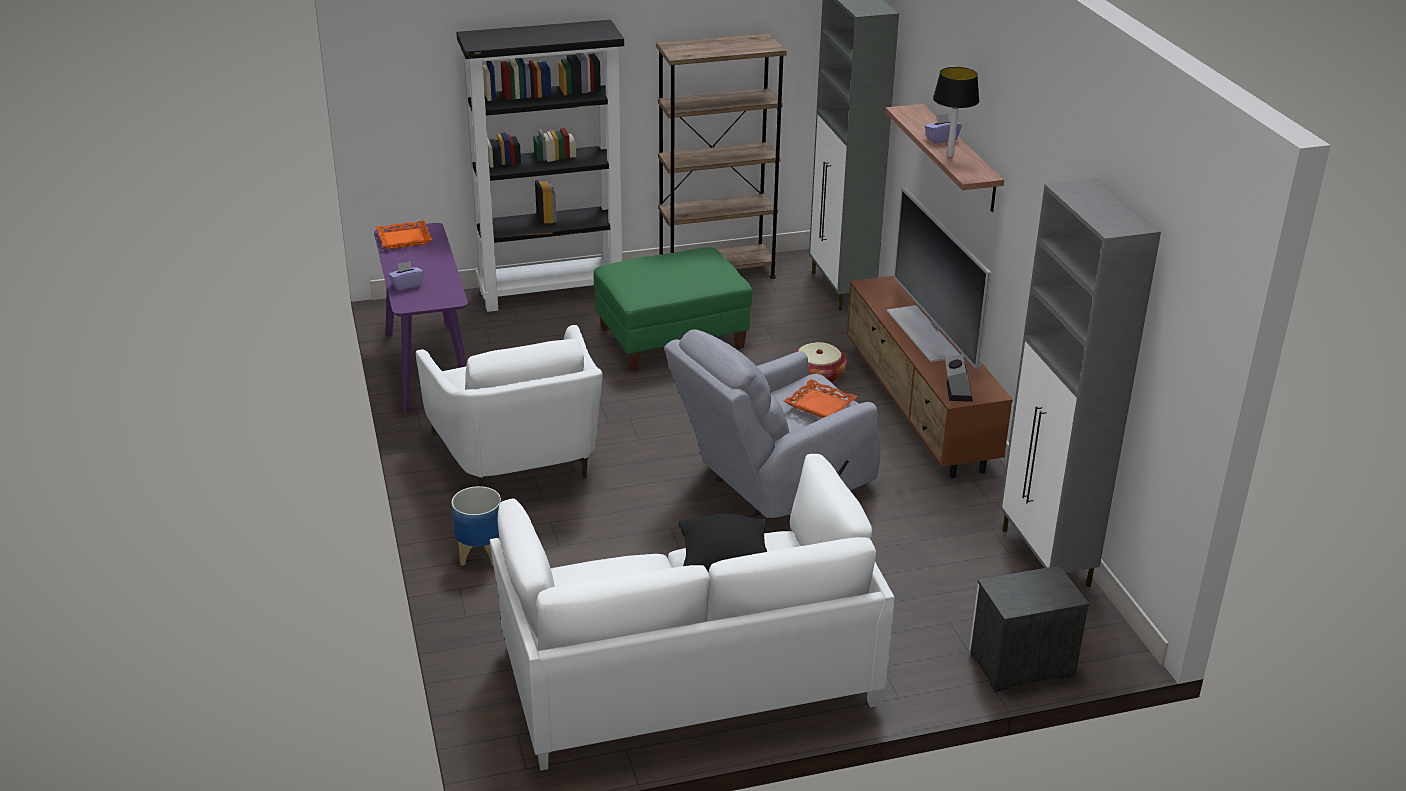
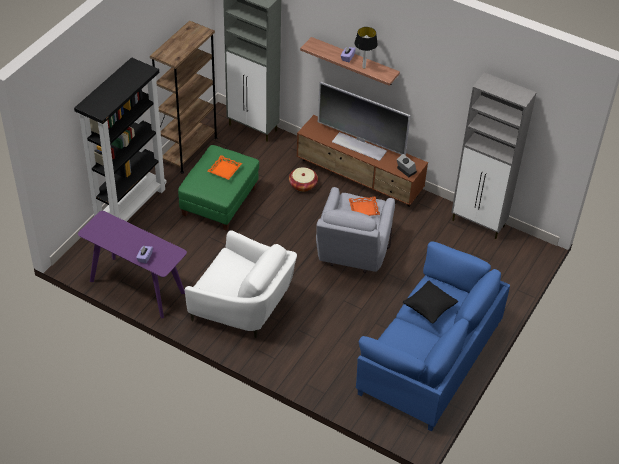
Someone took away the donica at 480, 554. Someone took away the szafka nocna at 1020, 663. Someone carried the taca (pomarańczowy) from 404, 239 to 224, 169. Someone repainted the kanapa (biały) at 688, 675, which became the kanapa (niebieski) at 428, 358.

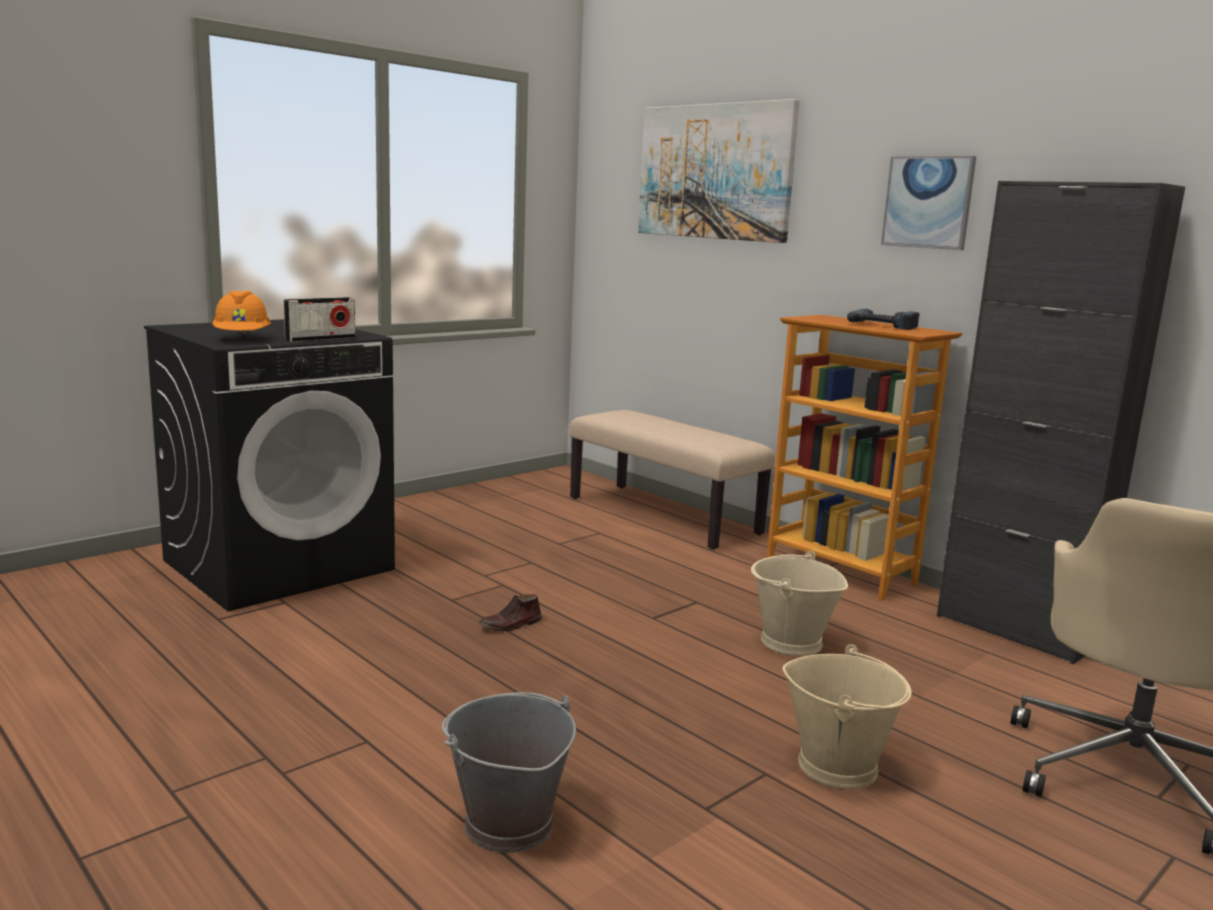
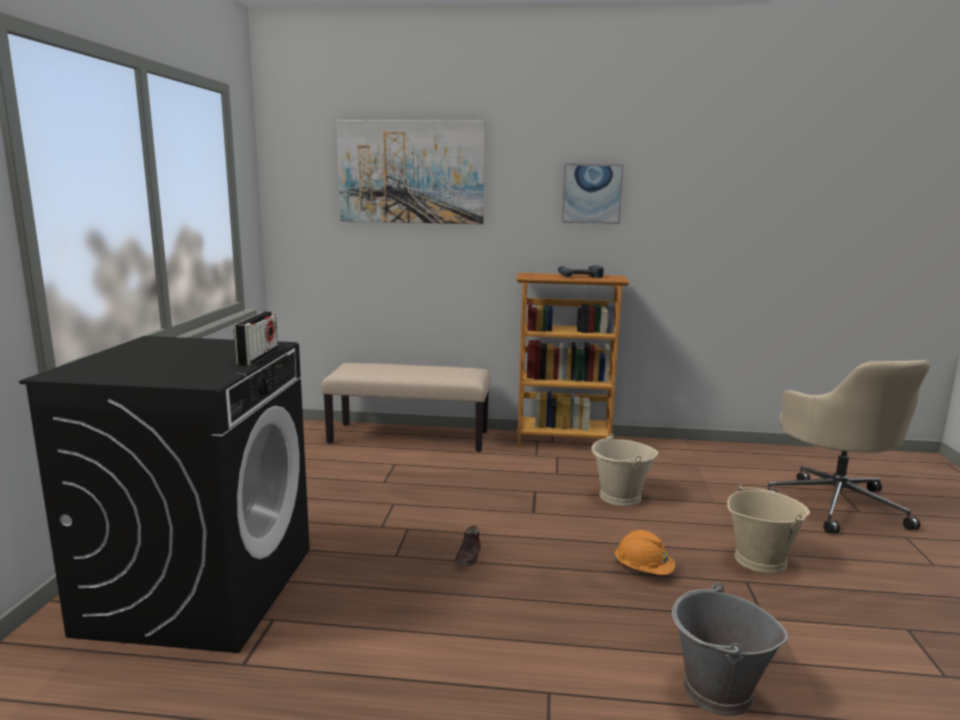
Someone took away the szafka (czarny) at 1015, 630. Someone carried the kask (pomarańczowy) from 242, 339 to 643, 570.

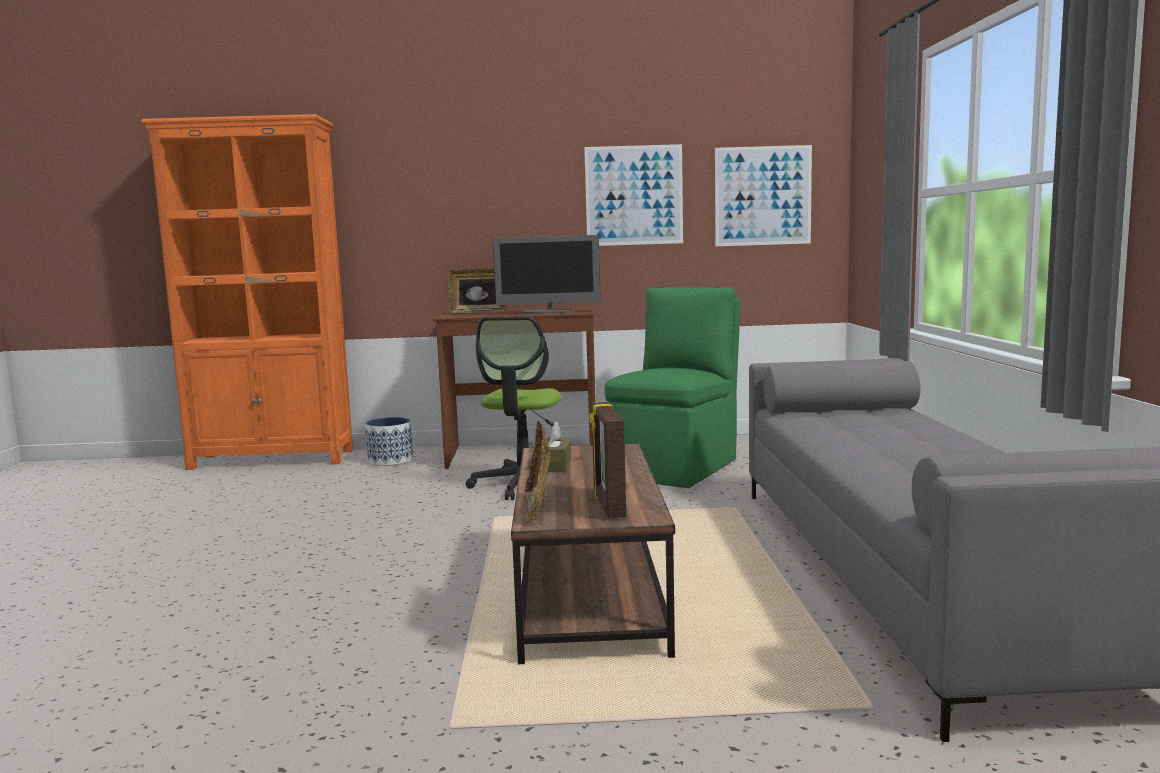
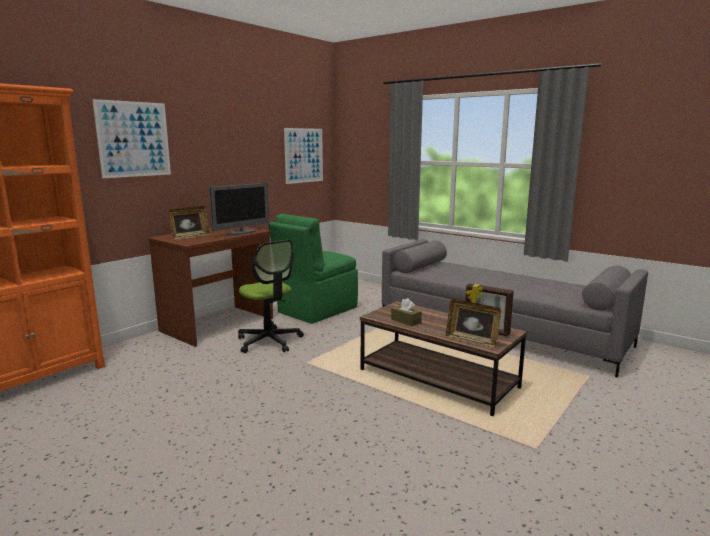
Someone took away the donica at 391, 461. Someone carried the obraz from 634, 195 to 134, 139. Someone rotated the krzesło (zielony) at 675, 468 by 120 degrees counterclockwise.

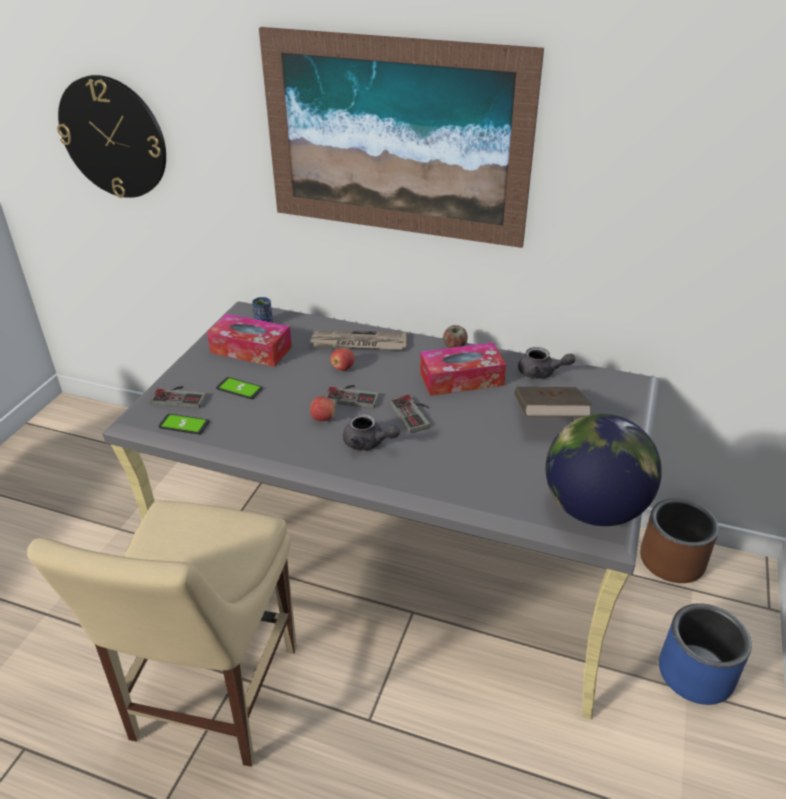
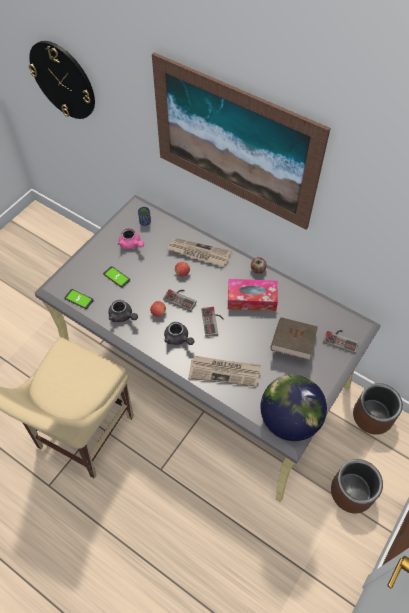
Someone put down the gazeta at 224, 372. Someone carried the pad do gier from 181, 396 to 341, 339. Someone carried the imbryk (szary) from 541, 373 to 123, 316. Someone swapped the pudełko chusteczek at 251, 350 for the imbryk (różowy) at 131, 244. Someone repainted the donica (niebieski) at 695, 674, which became the donica (brązowy) at 351, 492.

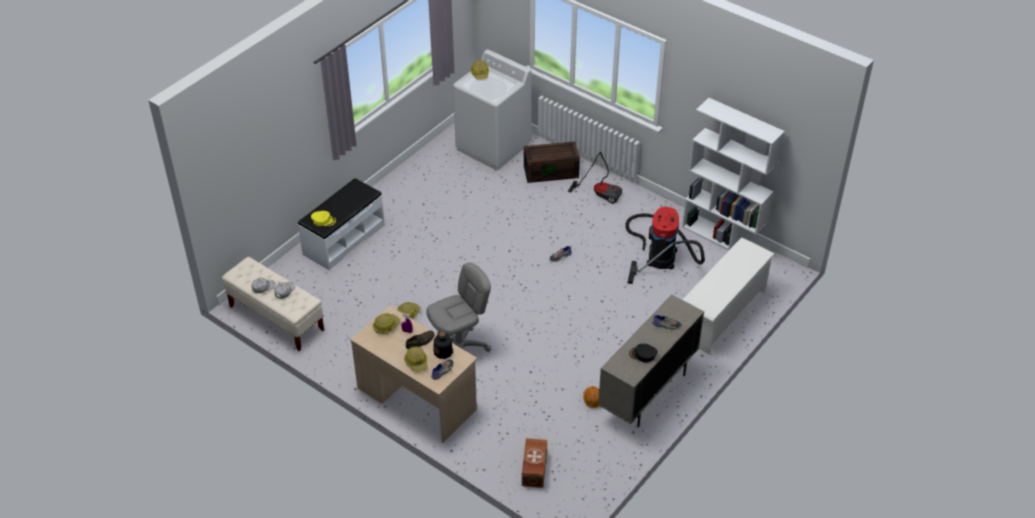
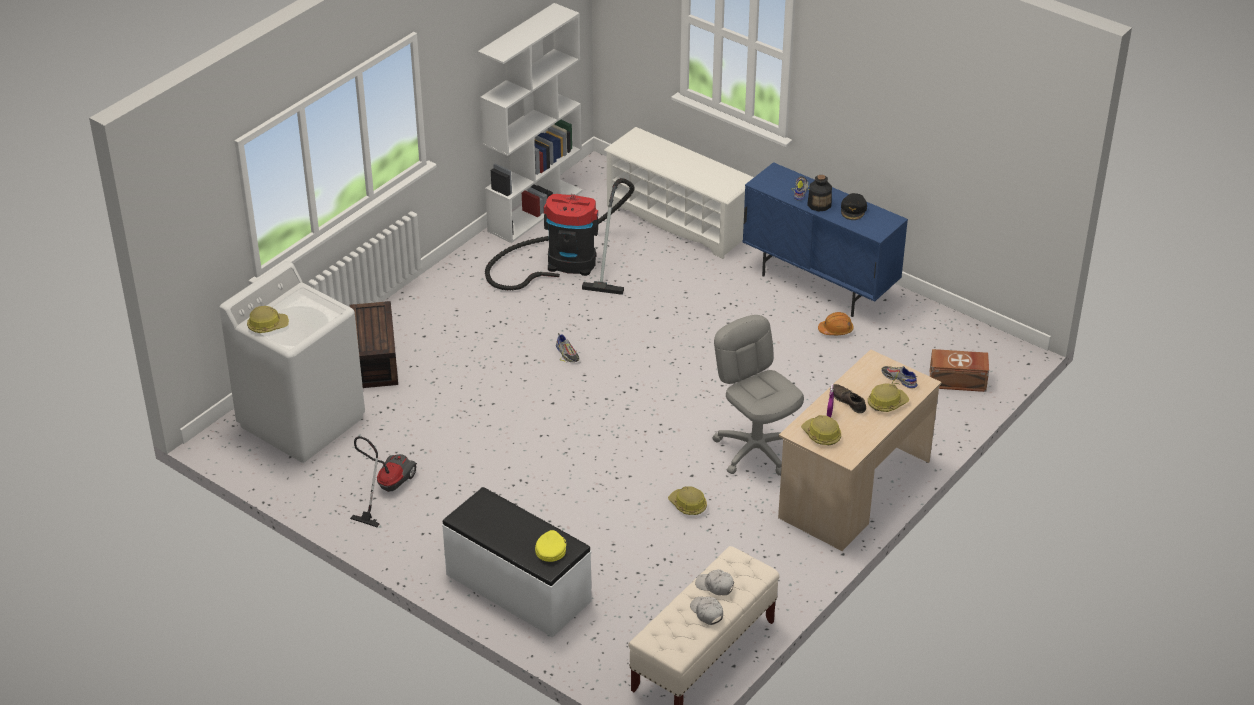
Someone carried the butelka from 443, 352 to 819, 204. Someone carried the odkurzacz from 600, 193 to 386, 489. Someone repainted the szafka (beżowy) at 647, 393, which became the szafka (niebieski) at 819, 285.

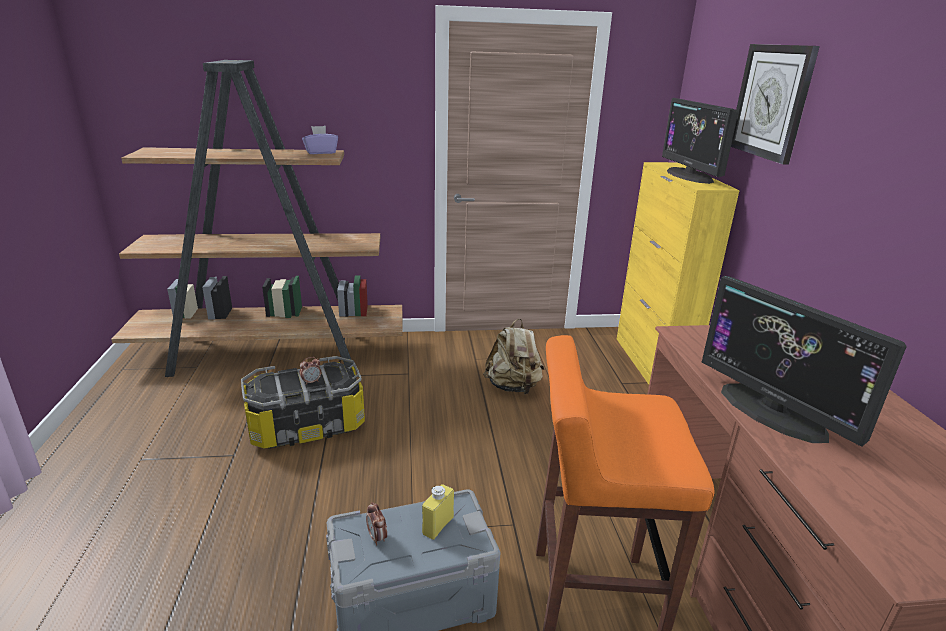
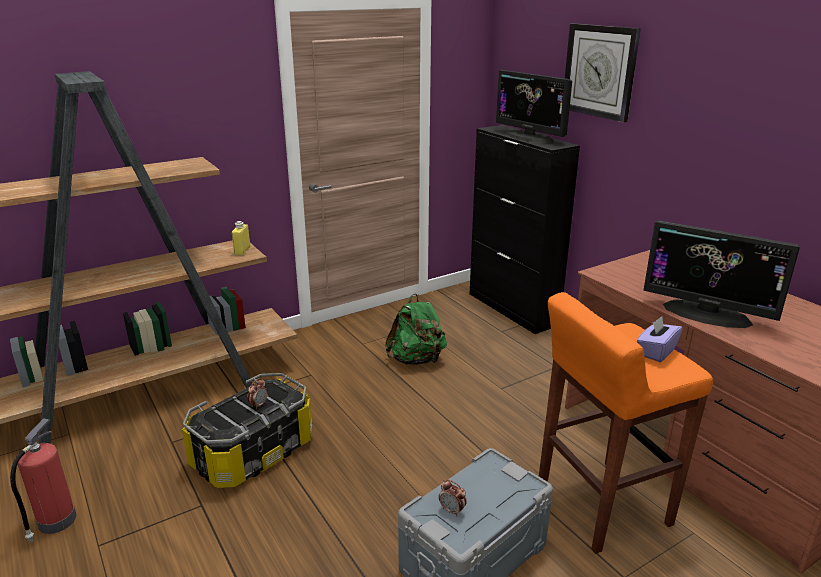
Someone put down the gaśnica at 55, 522. Someone carried the pudełko chusteczek (fioletowy) from 321, 152 to 656, 352. Someone carried the butelka (żółty) from 438, 526 to 242, 251. Someone repainted the plecak (beżowy) at 513, 387, which became the plecak (zielony) at 416, 360. Someone repainted the szafka (żółty) at 651, 365, which became the szafka (czarny) at 512, 309.

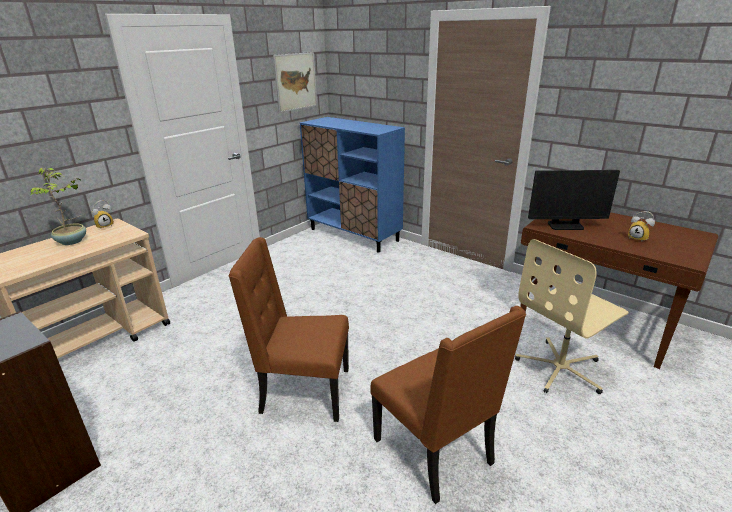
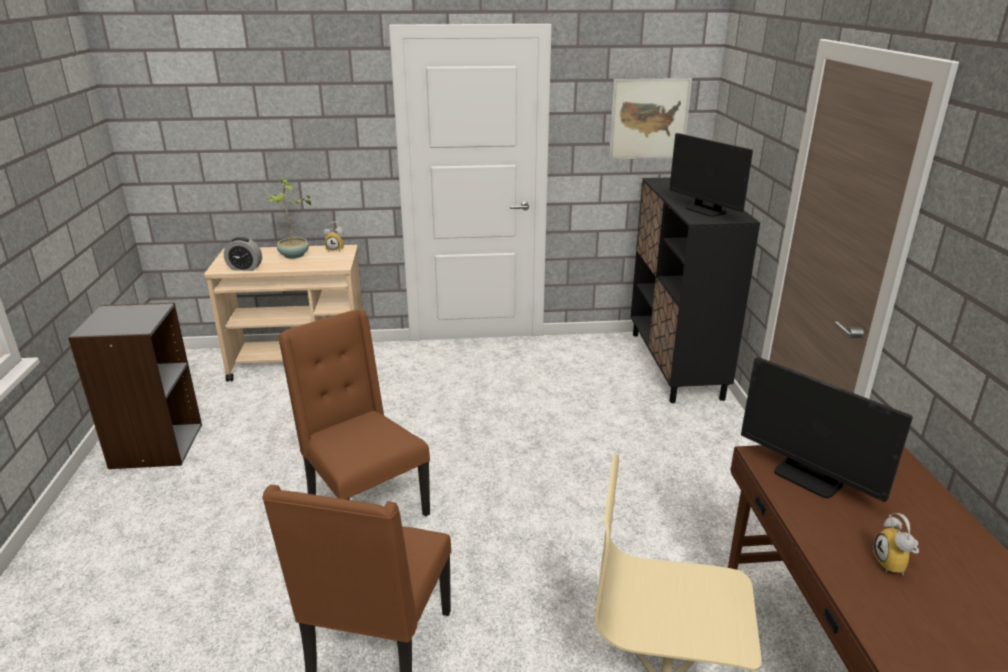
Someone put down the budzik at 245, 268. Someone put down the monitor at 705, 210. Someone repainted the szafka (niebieski) at 354, 235, which became the szafka (czarny) at 675, 365.

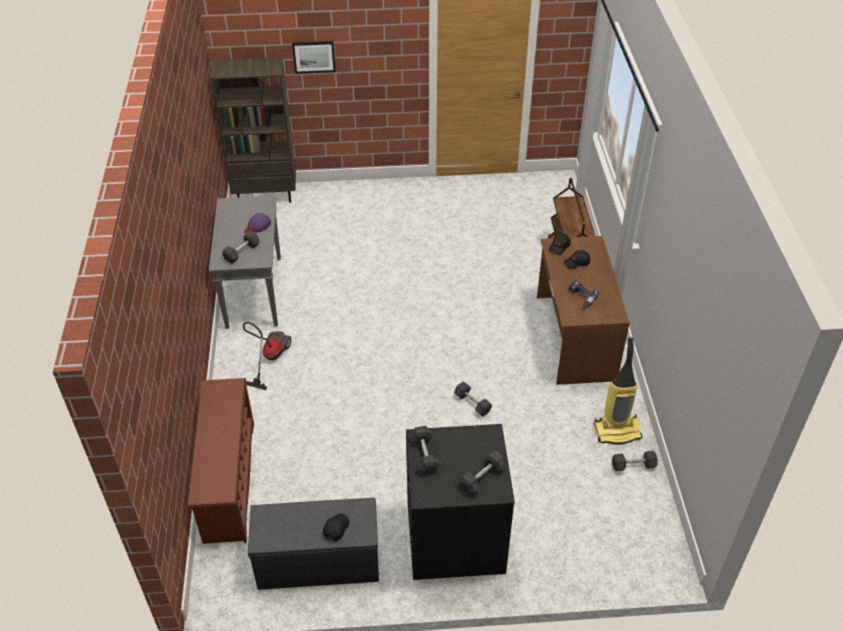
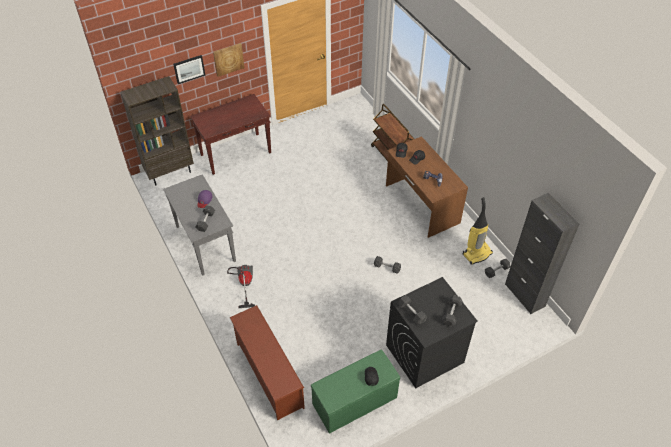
Someone put down the stolik konsolowy (brązowy) at 236, 153. Someone put up the obraz at 228, 59. Someone put down the szafka (czarny) at 524, 295. Someone repainted the ławka (szary) at 317, 562, which became the ławka (zielony) at 354, 402.

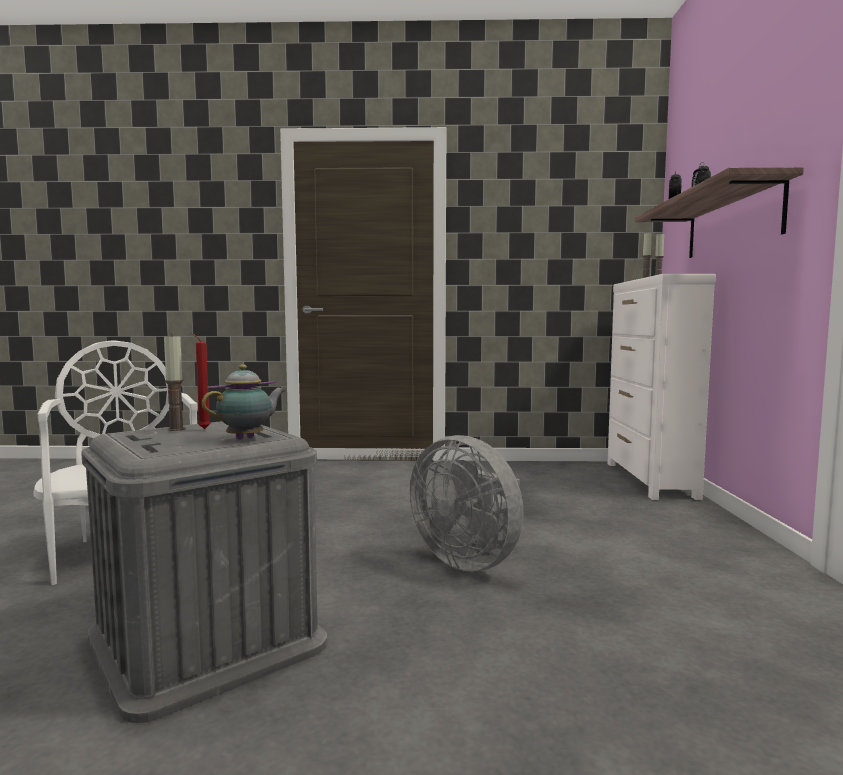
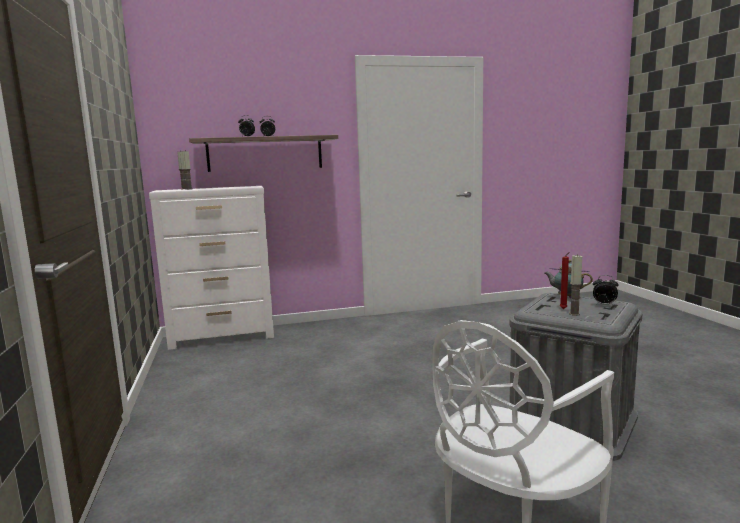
Someone took away the wentylator (szary) at 470, 560. Someone put down the budzik at 604, 305.

